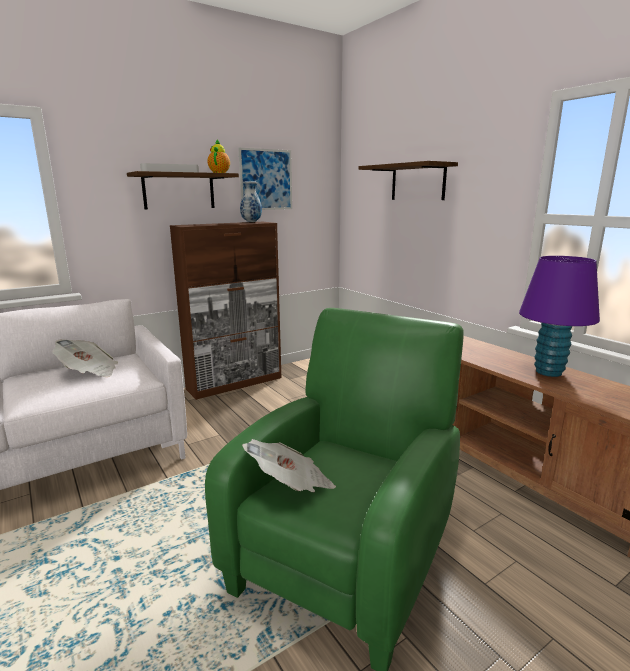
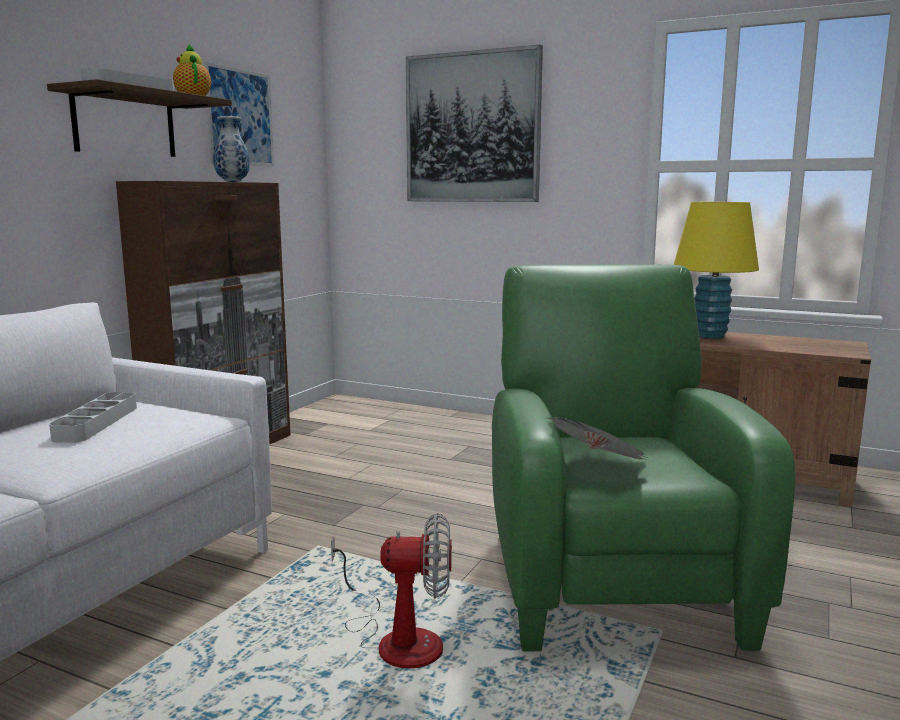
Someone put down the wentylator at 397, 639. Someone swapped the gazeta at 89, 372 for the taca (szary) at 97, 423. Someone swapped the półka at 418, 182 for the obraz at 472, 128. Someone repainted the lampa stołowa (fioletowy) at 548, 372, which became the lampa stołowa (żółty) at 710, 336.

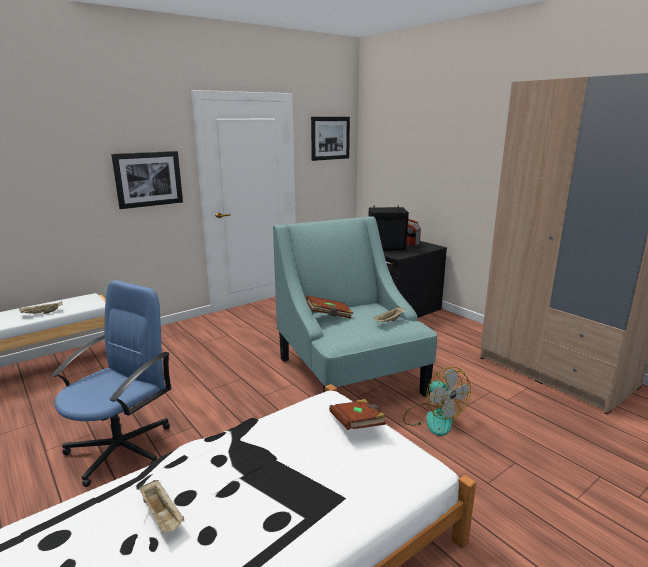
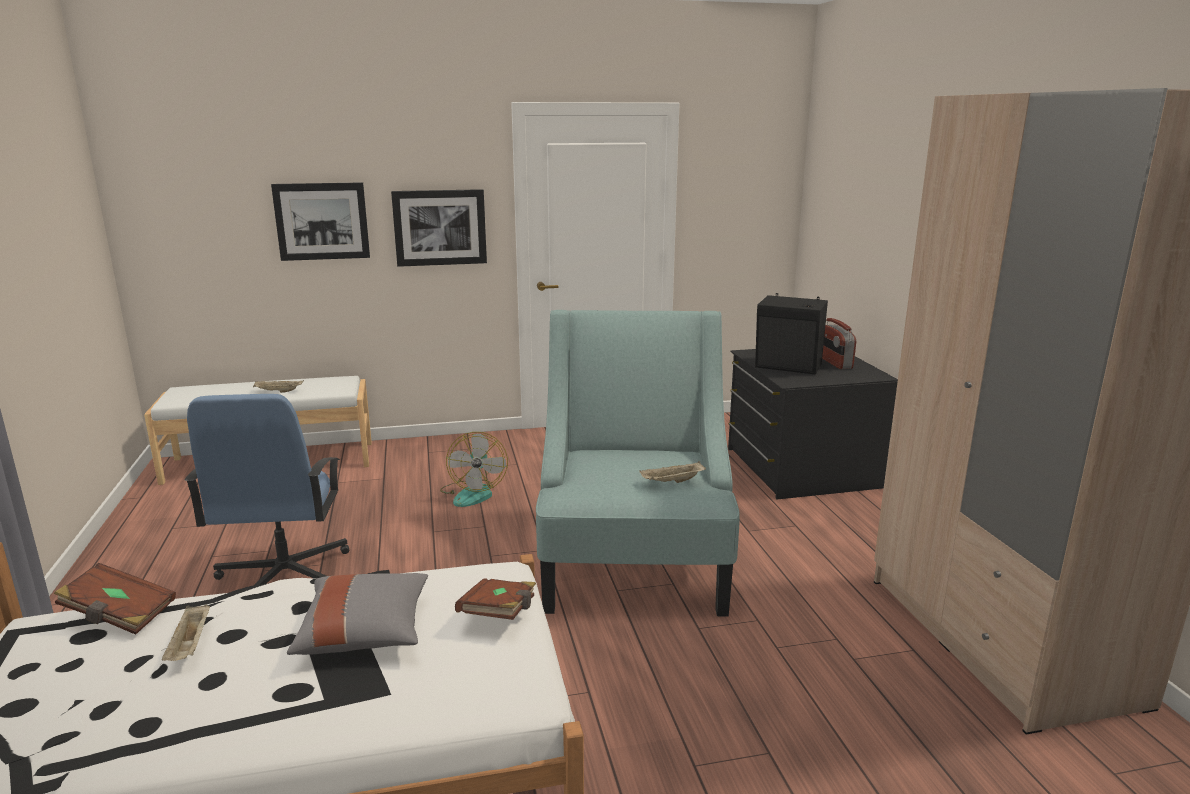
Someone put down the poduszka (szary) at 365, 632. Someone carried the książka (brązowy) from 329, 315 to 119, 615. Someone carried the obraz from 330, 138 to 322, 221. Someone carried the wentylator from 433, 419 to 473, 493. Someone rotated the krzesło biurowe (niebieski) at 122, 449 by 120 degrees clockwise.

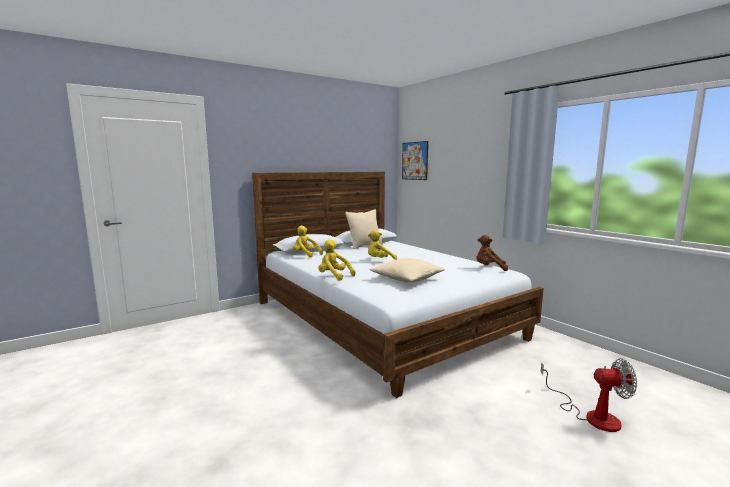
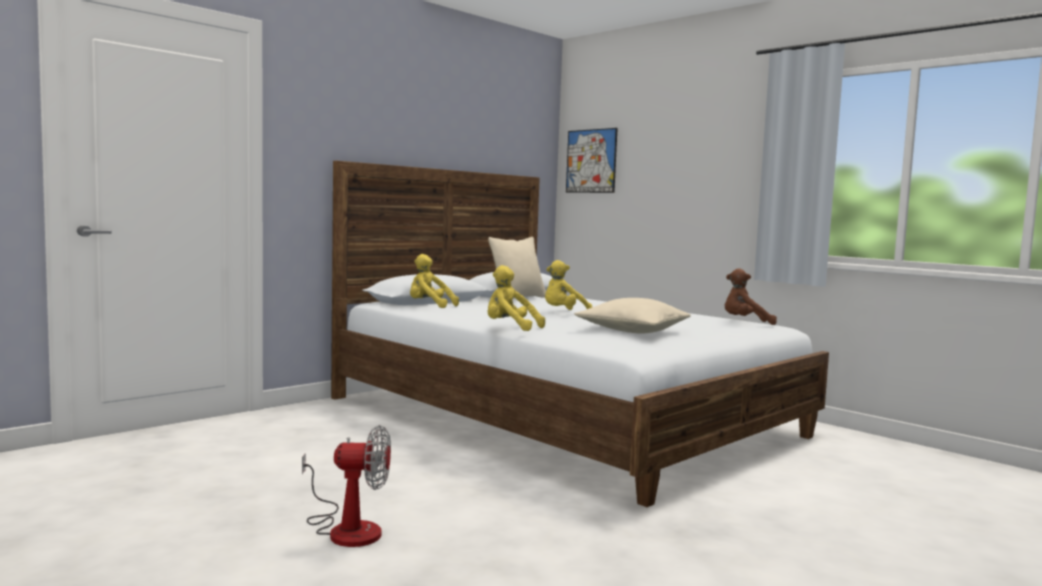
Someone carried the wentylator from 591, 415 to 347, 528.

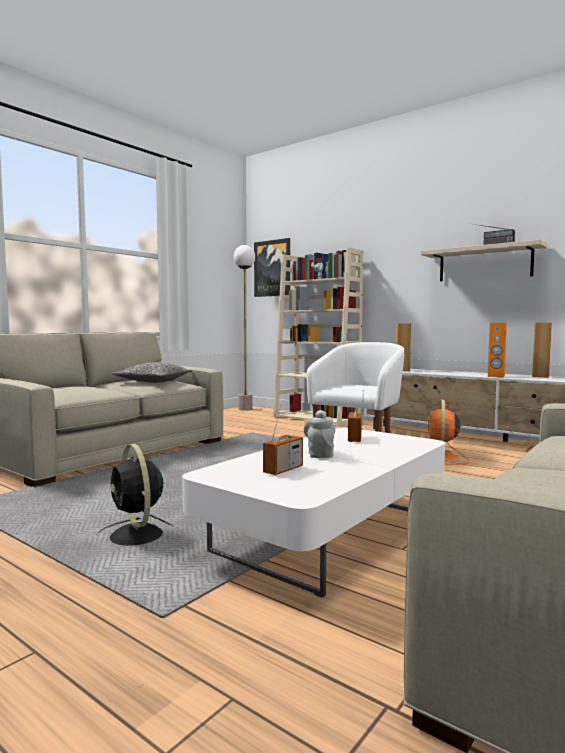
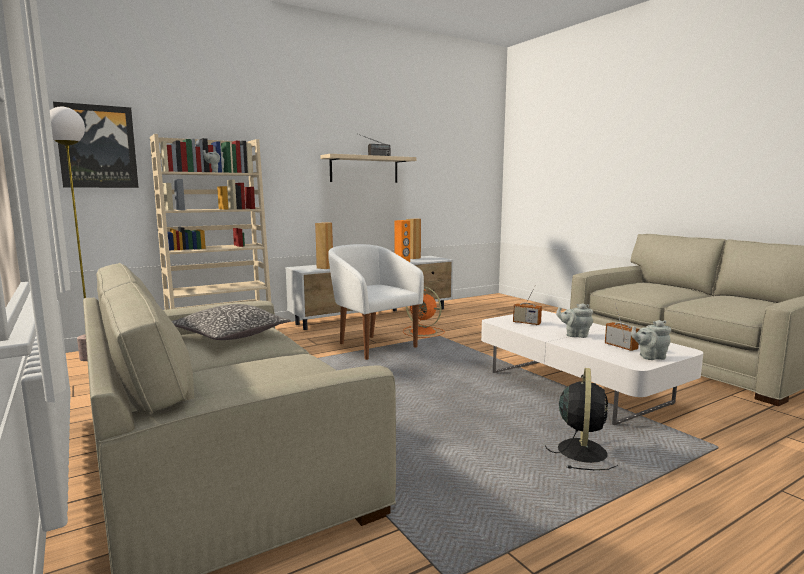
Someone put down the imbryk (szary) at 650, 357. Someone rotated the wentylator (czarny) at 137, 537 by 60 degrees counterclockwise.

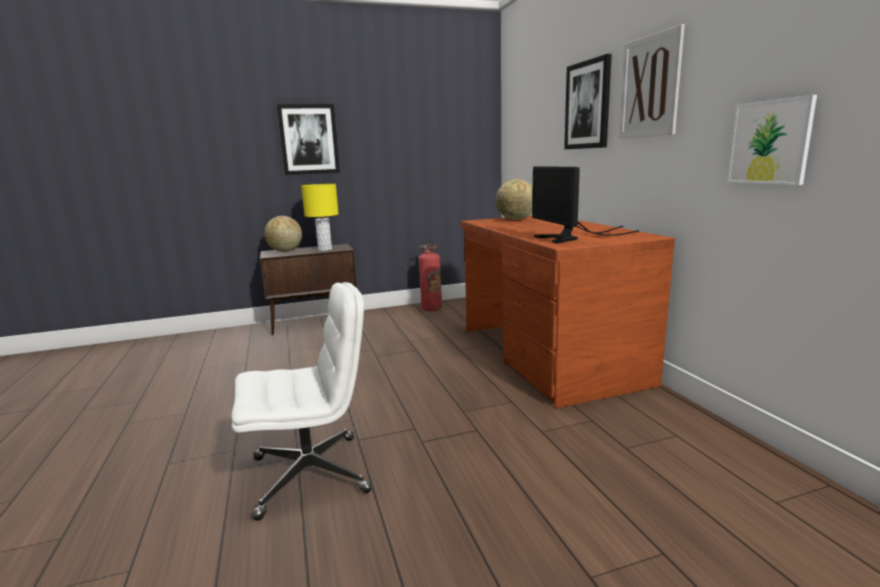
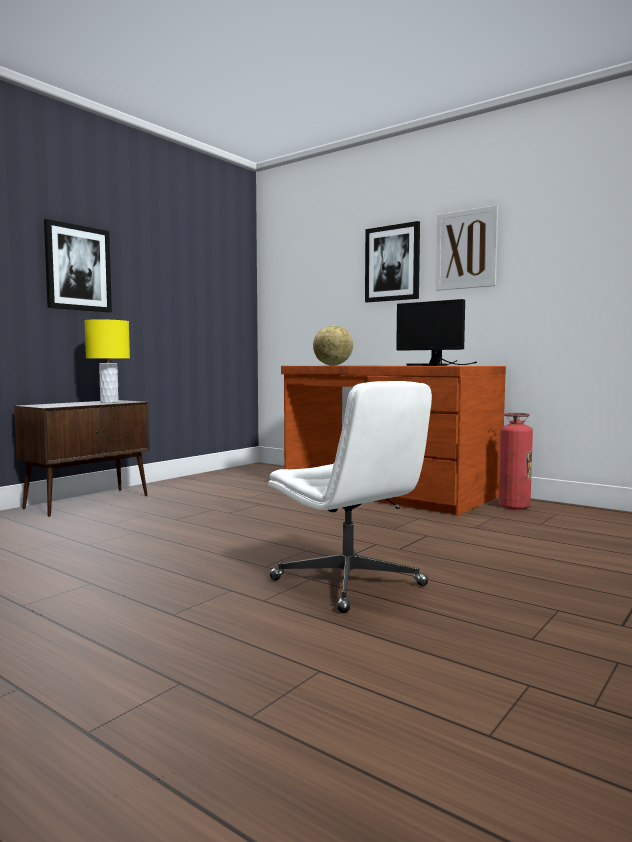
Someone took away the globus at 285, 251. Someone took away the obraz at 769, 142. Someone carried the gaśnica from 431, 309 to 514, 506. Someone rotated the krzesło biurowe (biały) at 312, 474 by 105 degrees clockwise.

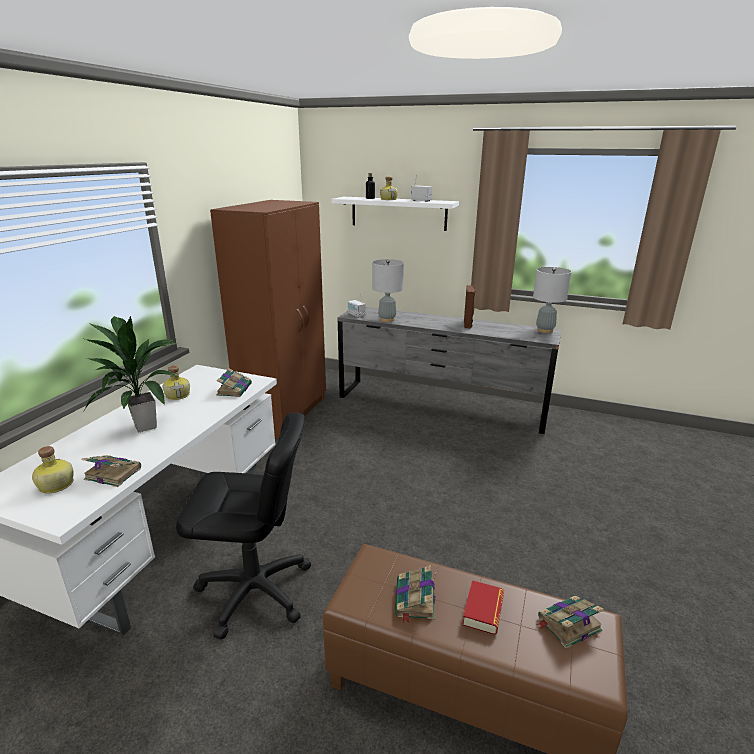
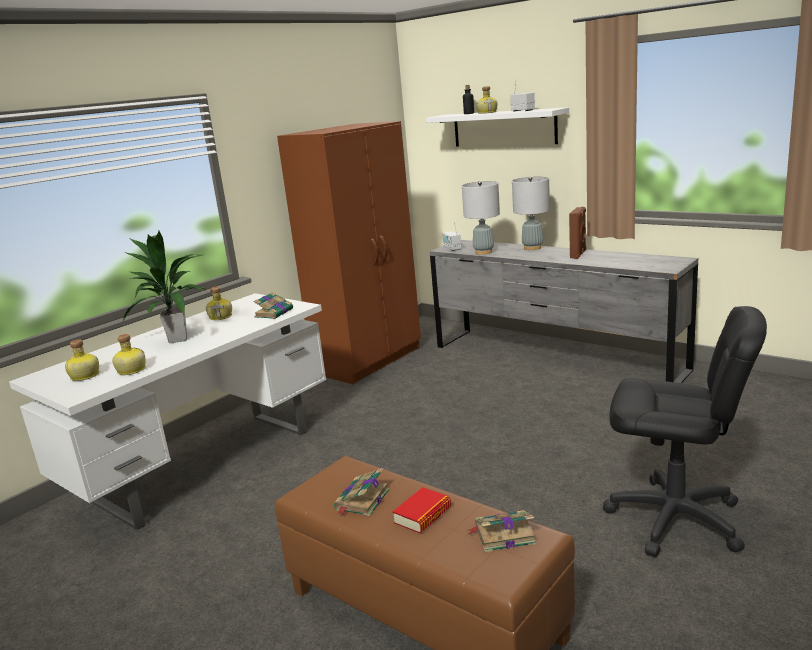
Someone carried the krzesło biurowe (czarny) from 255, 591 to 675, 519. Someone carried the lampa stołowa (szary) from 545, 330 to 532, 248. Someone swapped the książka at 112, 473 for the butelka at 130, 370.

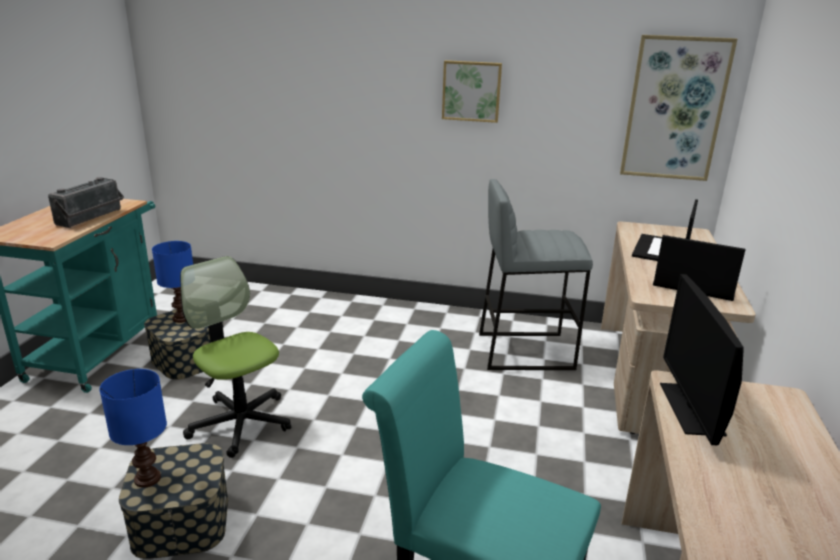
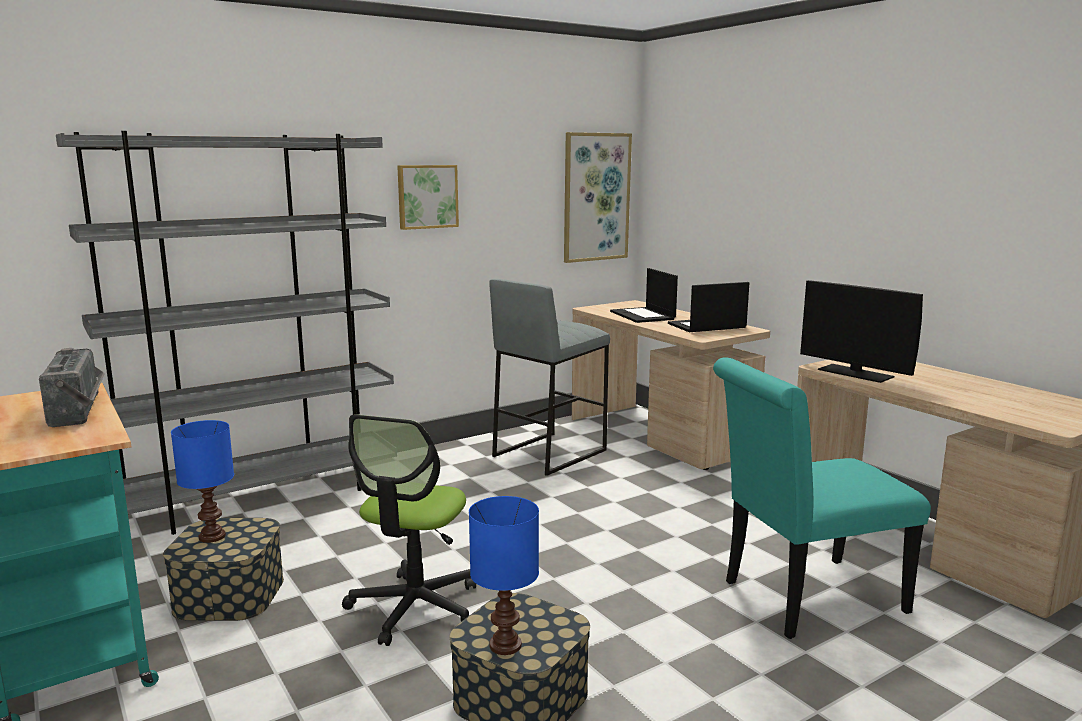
Someone put down the regał (szary) at 263, 497. Someone rotated the krzesło biurowe at 240, 423 by 75 degrees counterclockwise.

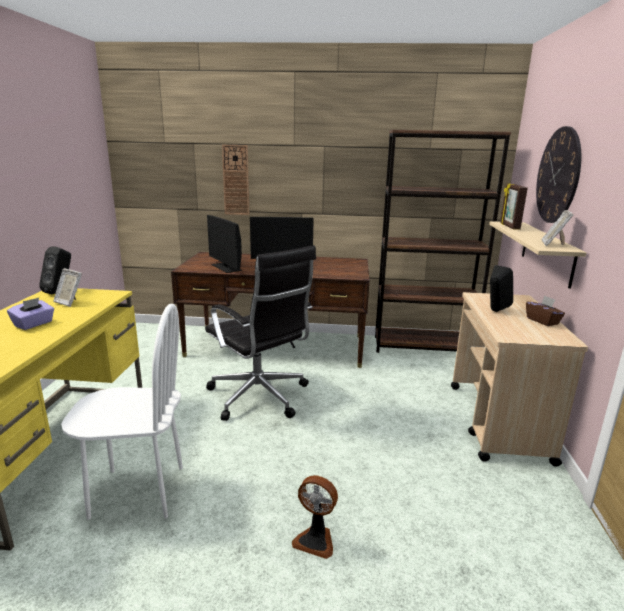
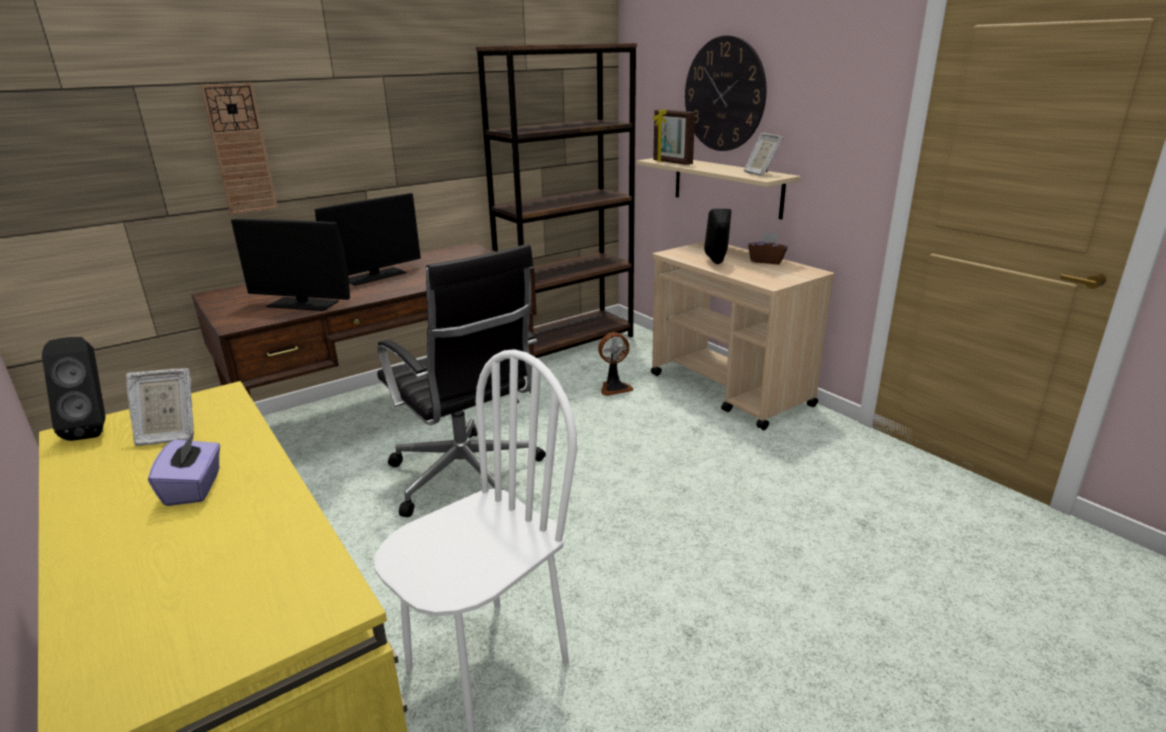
Someone carried the wentylator from 315, 540 to 614, 388. Someone rotated the krzesło biurowe (czarny) at 260, 397 by 45 degrees clockwise.

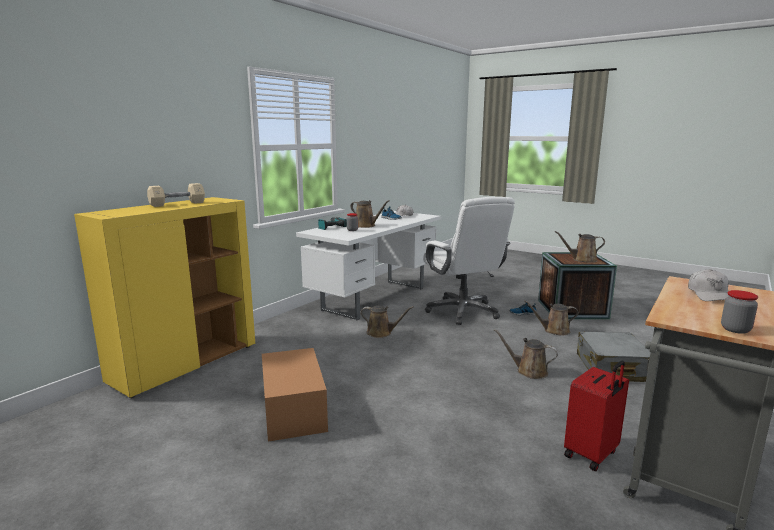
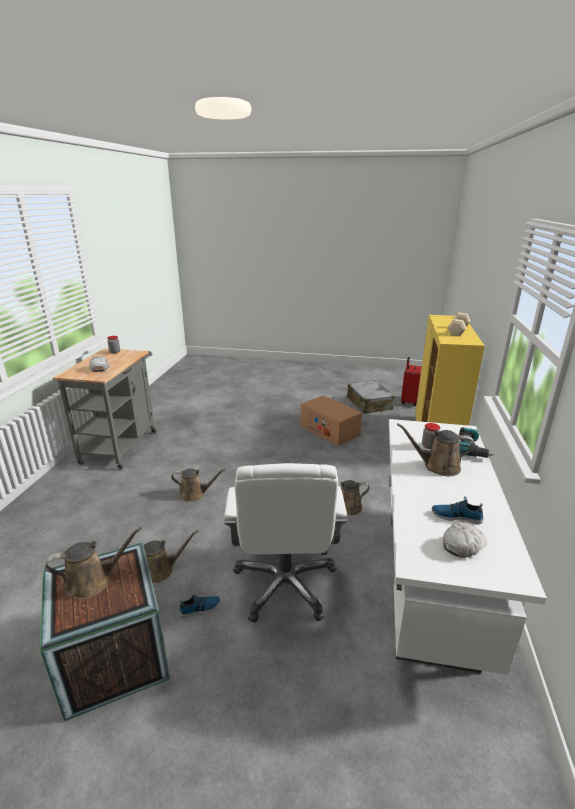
Someone carried the walizka (czerwony) from 592, 454 to 409, 402. Someone carried the walizka (szary) from 612, 368 to 369, 404. Someone rotated the krzesło biurowe (biały) at 463, 311 by 135 degrees counterclockwise.

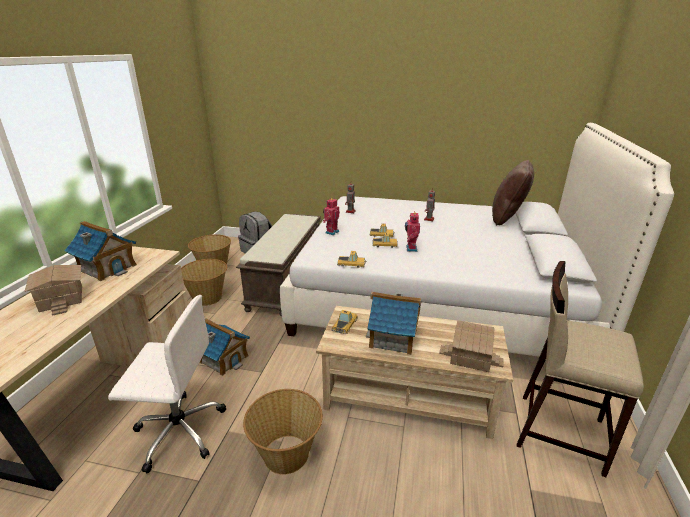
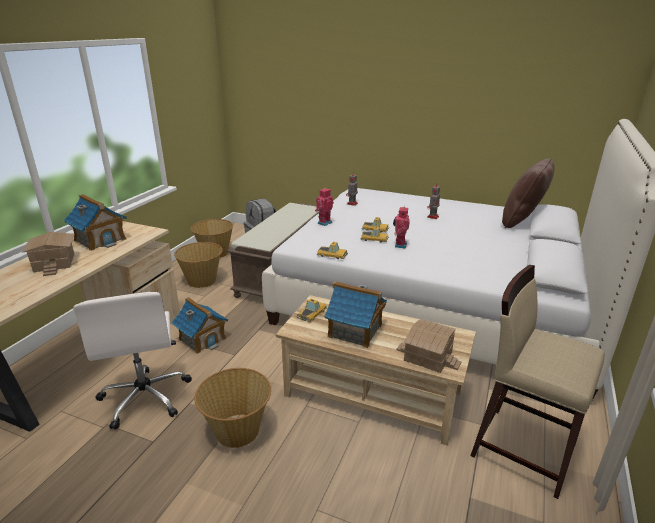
Someone rotated the krzesło biurowe (biały) at 178, 430 by 60 degrees clockwise.

